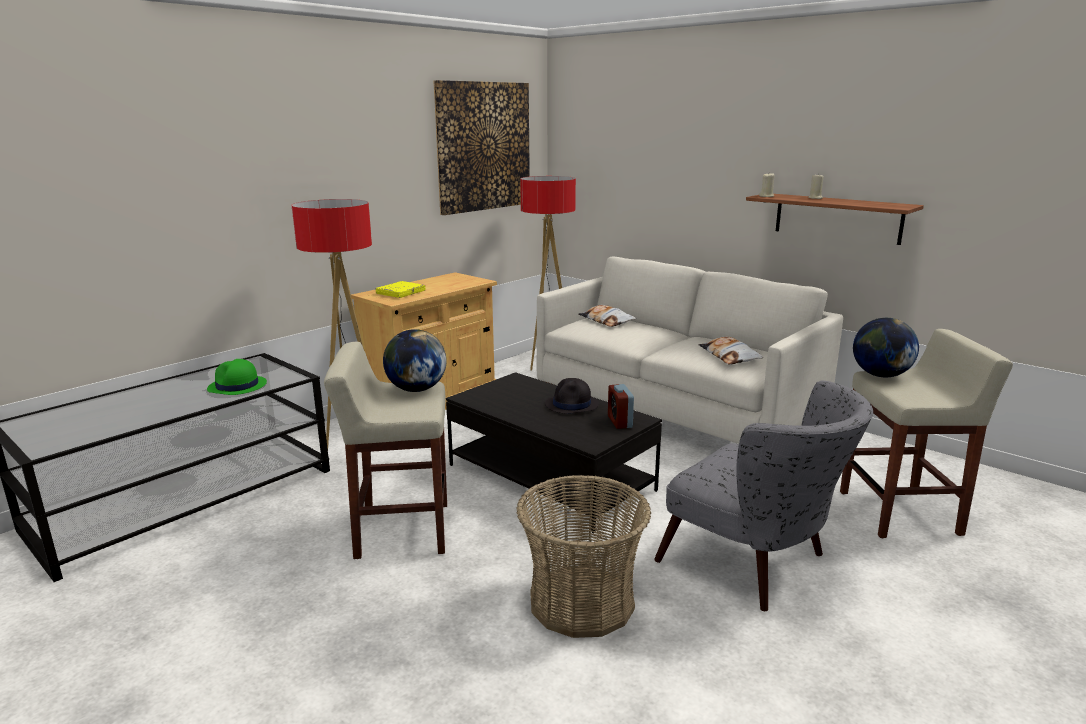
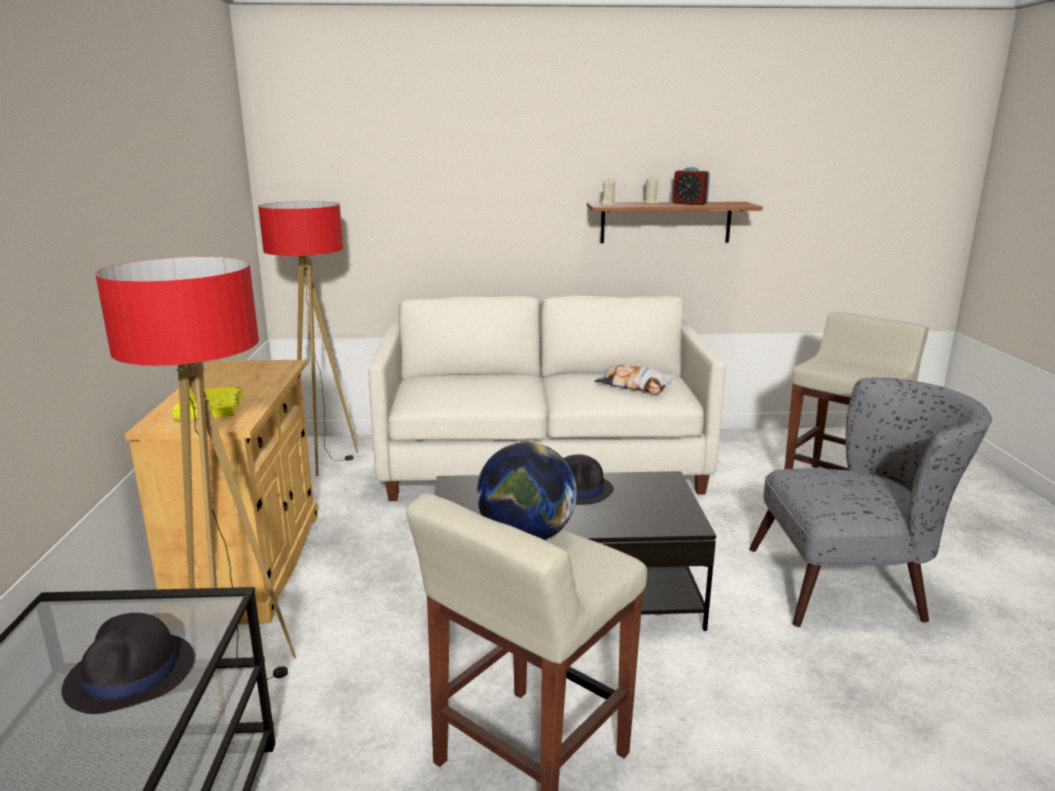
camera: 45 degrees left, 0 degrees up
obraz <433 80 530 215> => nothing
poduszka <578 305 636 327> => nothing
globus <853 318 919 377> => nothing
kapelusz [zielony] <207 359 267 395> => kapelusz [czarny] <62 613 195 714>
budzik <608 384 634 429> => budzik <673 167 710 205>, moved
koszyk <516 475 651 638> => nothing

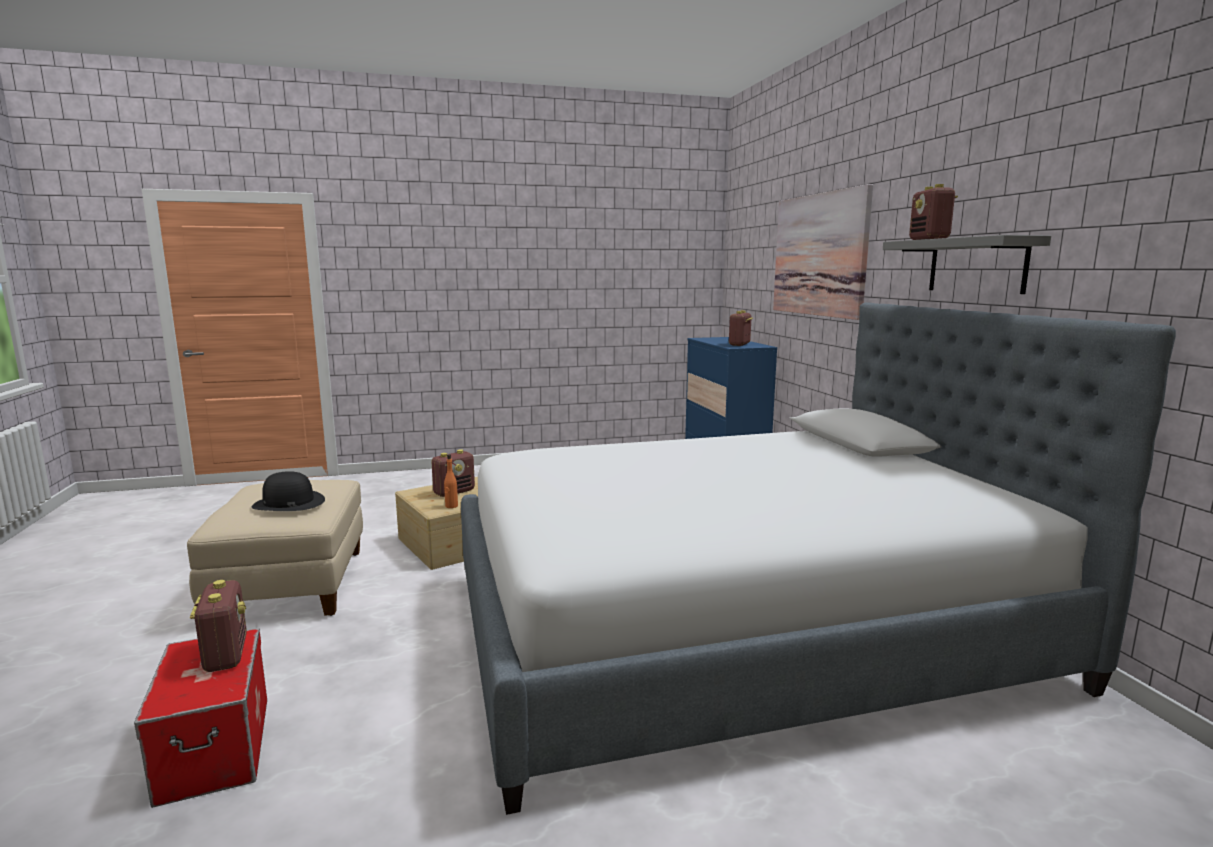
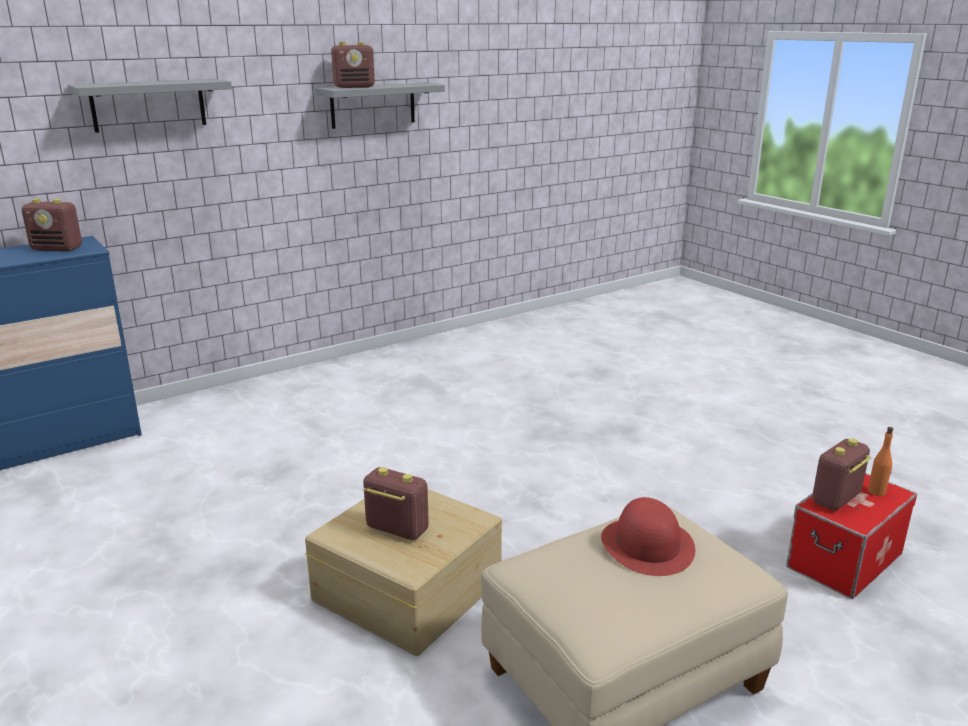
camera: 110 degrees left, 10 degrees up
obraz <773 184 873 320> => półka [szary] <67 79 232 133>
łóżko <461 302 1176 815> => nothing
butelka [pomarańczowy] <444 454 458 508> => butelka [pomarańczowy] <868 427 893 496>, moved
kapelusz [czarny] <252 471 325 511> => kapelusz [czerwony] <601 497 695 576>

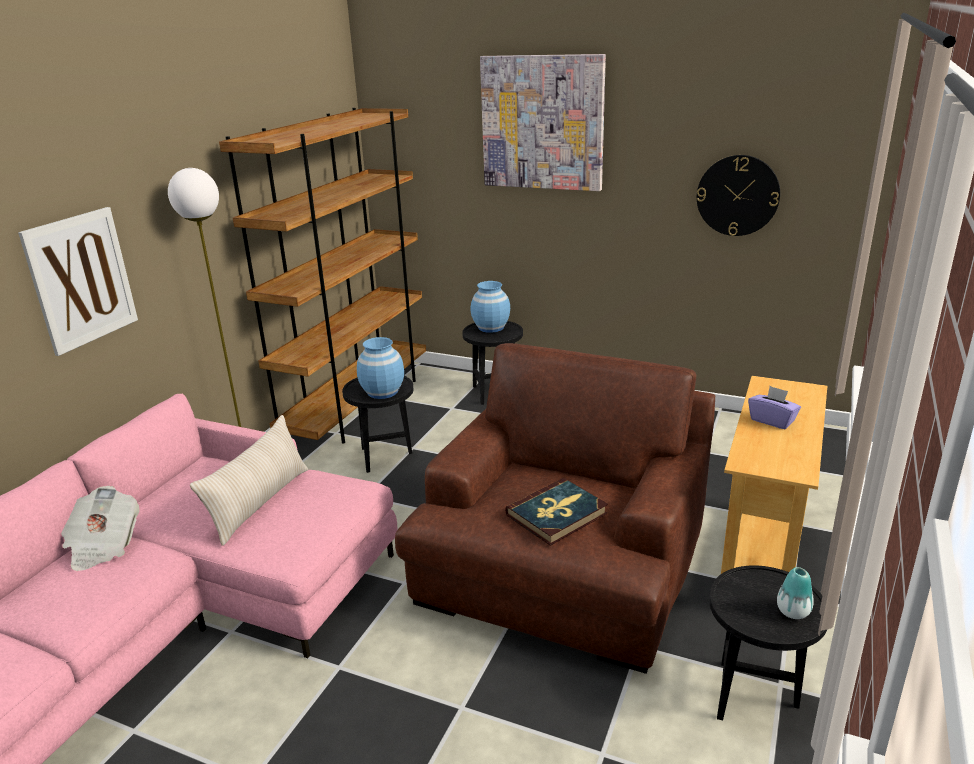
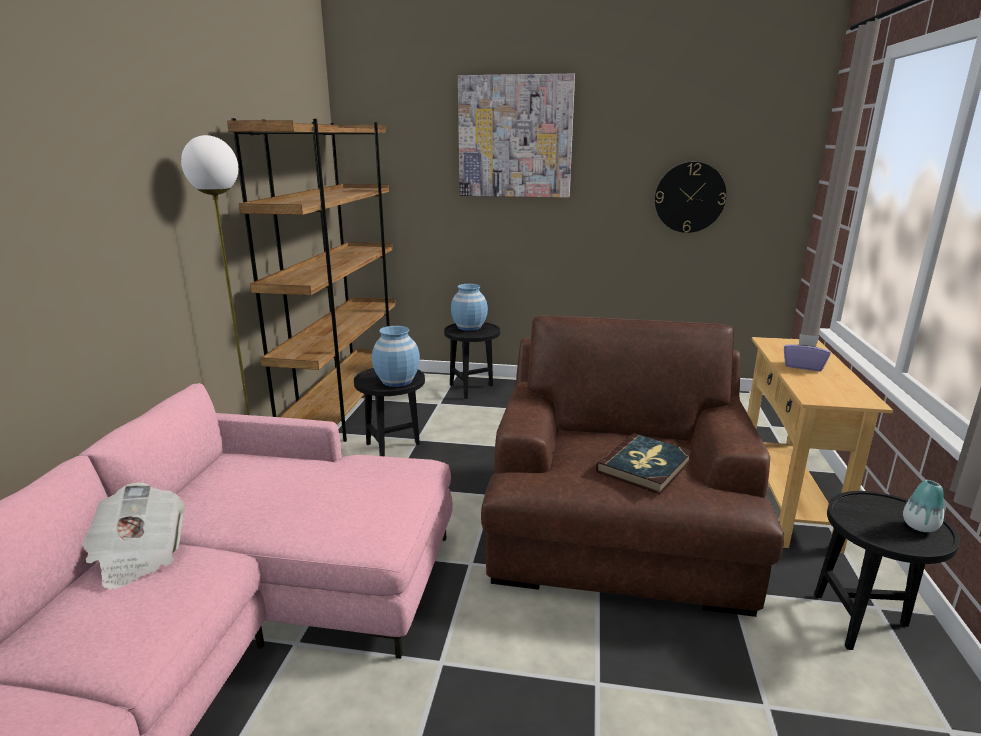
camera: 15 degrees left, 5 degrees down
obraz <18 207 138 356> => nothing
poduszka [beżowy] <190 415 308 546> => nothing

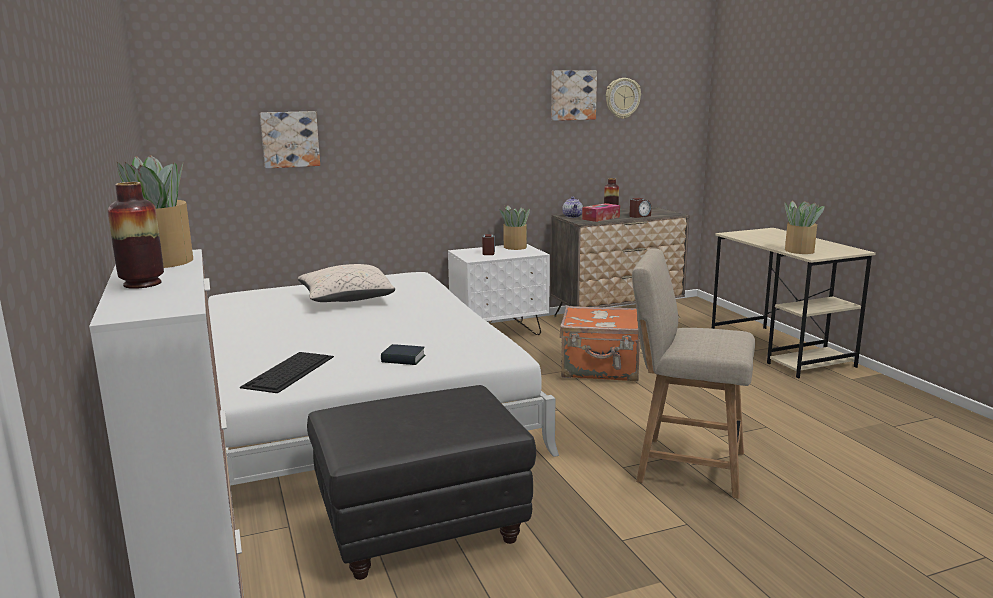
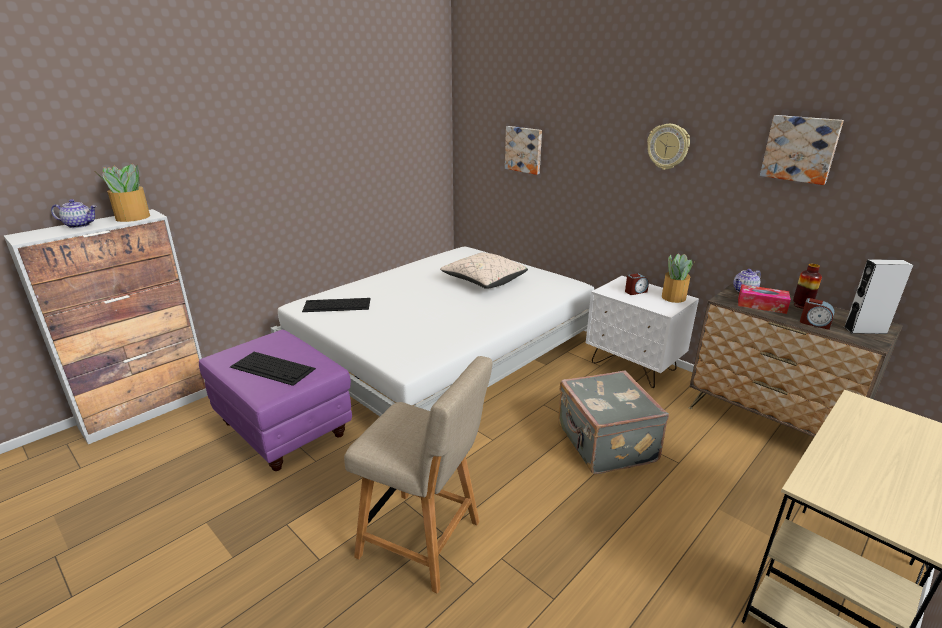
camera: 65 degrees right, 10 degrees up
zegar ścienny <606 78 641 119> => zegar ścienny <647 124 690 170>, moved
wazon <108 182 164 289> => imbryk <51 199 97 228>
roślina doniczkowa <785 201 825 254> => nothing
krzesło [beżowy] <632 249 755 499> => krzesło [beżowy] <344 356 492 593>, 120 degrees clockwise
walizka [pomarańczowy] <560 306 640 381> => walizka [szary] <558 370 669 474>
książka <381 344 425 365> => nothing
pufa [czarny] <307 385 536 580> => pufa [fioletowy] <199 330 352 471>
nothing => głośnik [szary] <844 259 913 334>
nothing => klawiatura <230 352 316 386>

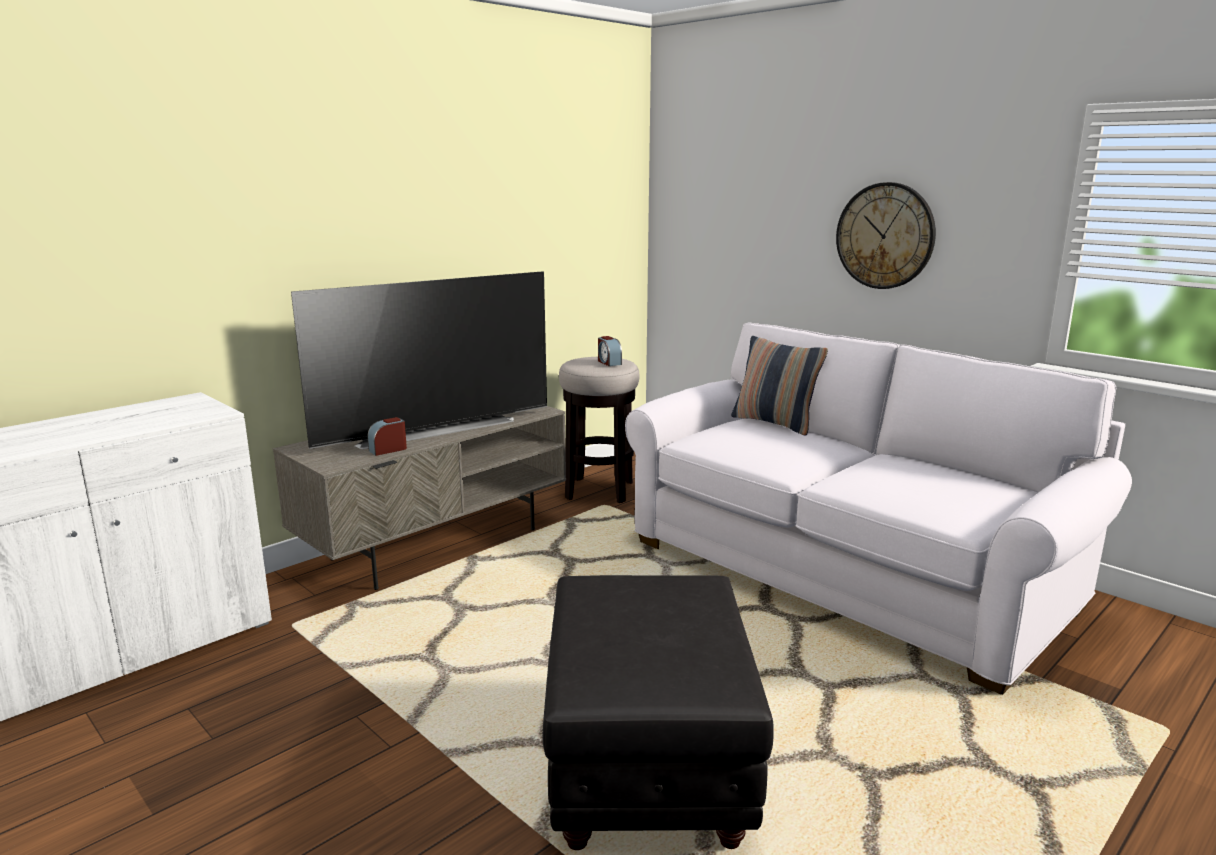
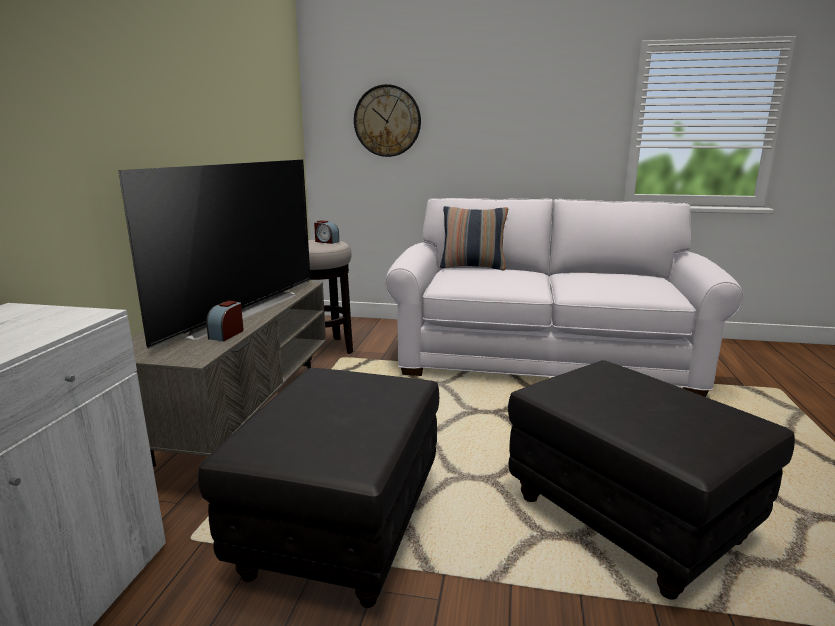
camera: 35 degrees left, 0 degrees up
zegar ścienny <836 182 936 289> => zegar ścienny <354 84 421 157>, moved
nothing => pufa [czarny] <198 368 439 608>

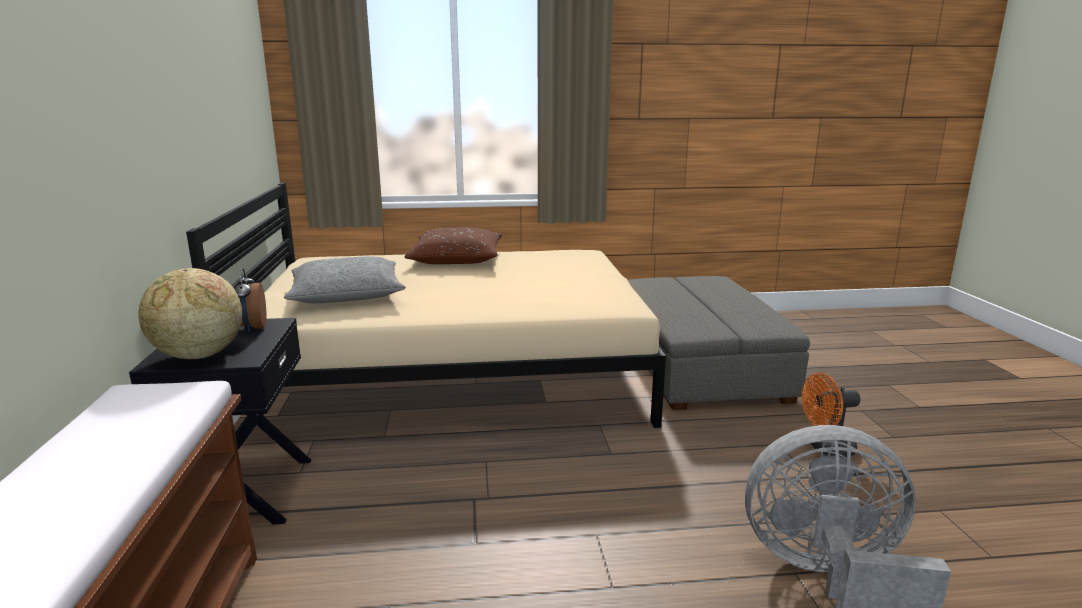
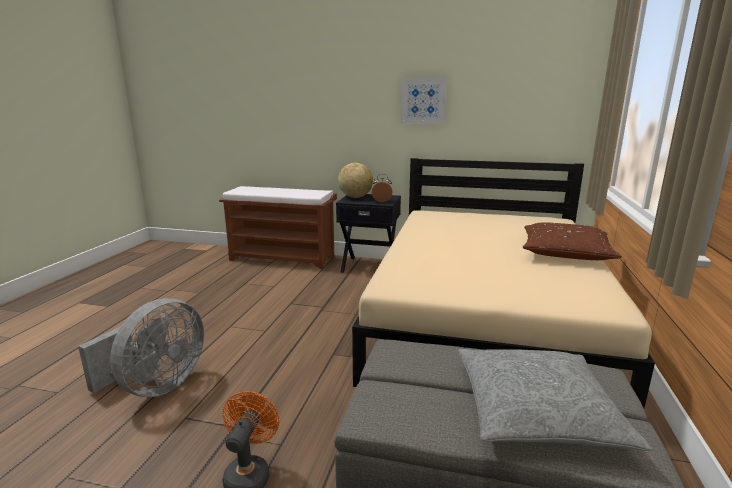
camera: 110 degrees right, 0 degrees up
poduszka [szary] <284 256 406 303> => poduszka [szary] <458 349 652 451>, moved
nothing => obraz <401 78 446 124>

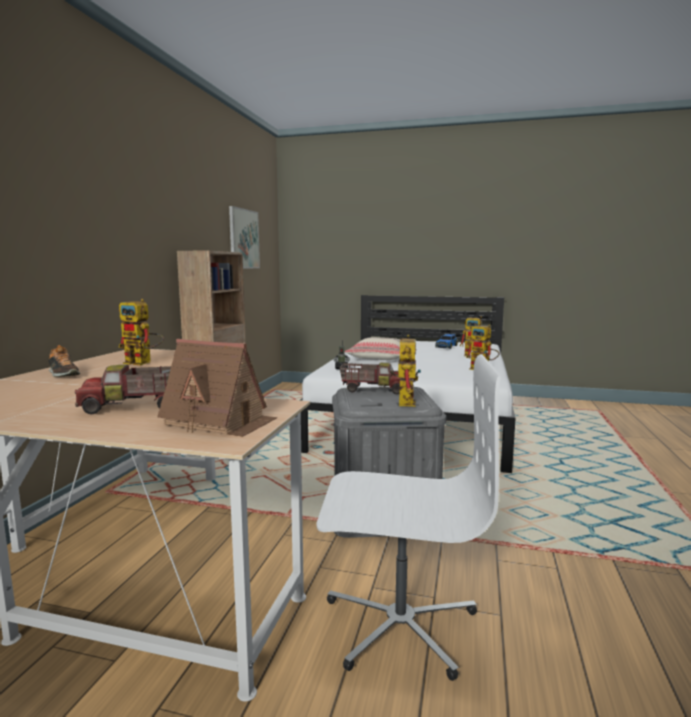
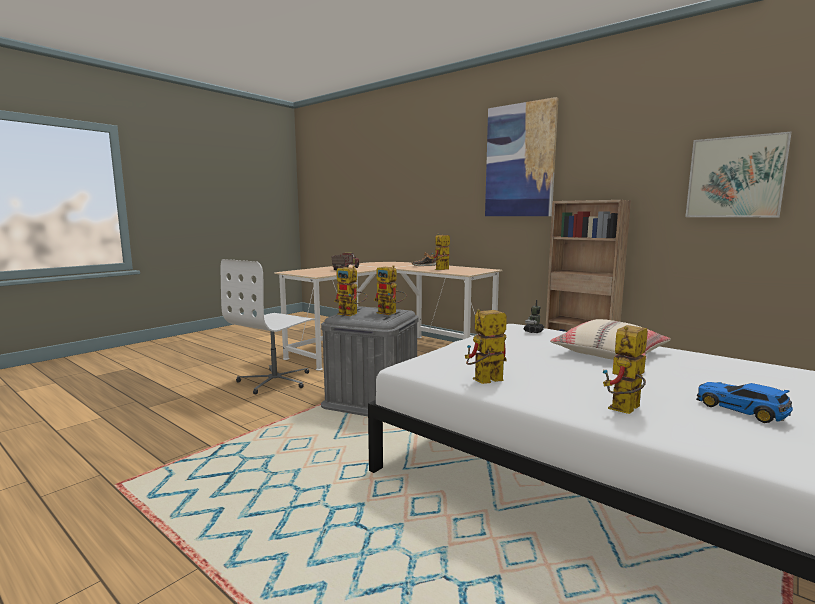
camera: 115 degrees right, 0 degrees up
domek <157 339 277 437> => nothing
ciężarówka zabawkowa <340 363 400 395> => robot zabawkowy <374 265 406 315>
nothing => obraz <485 97 559 216>

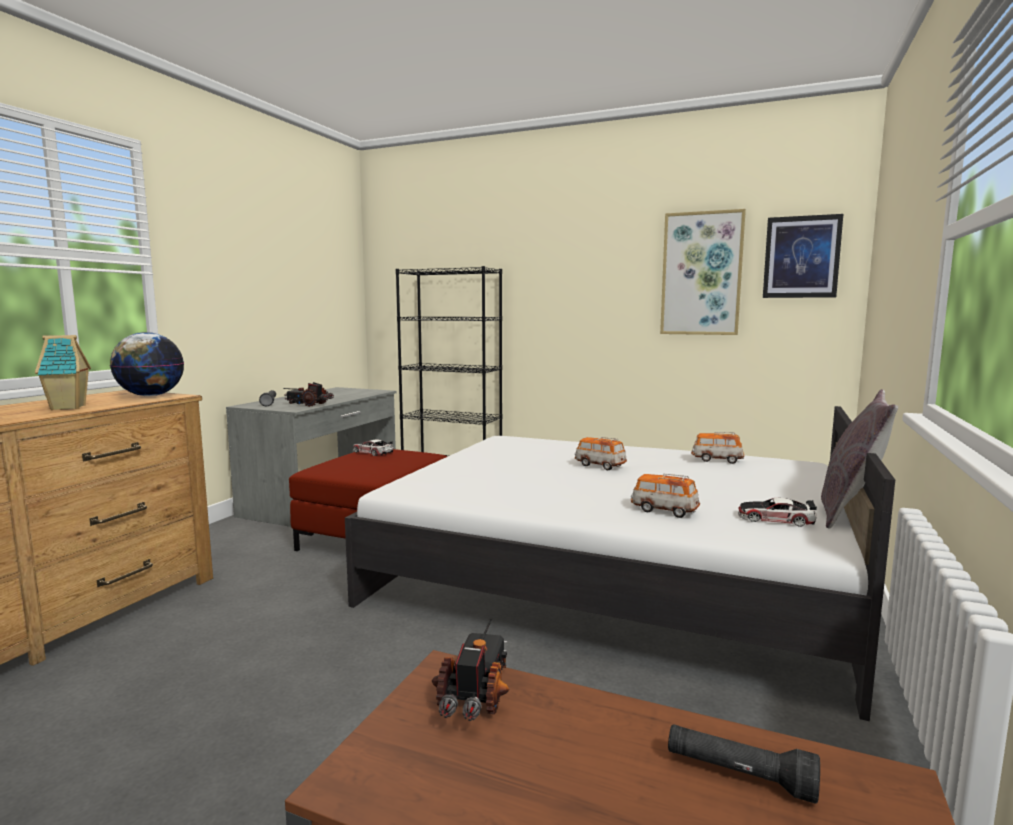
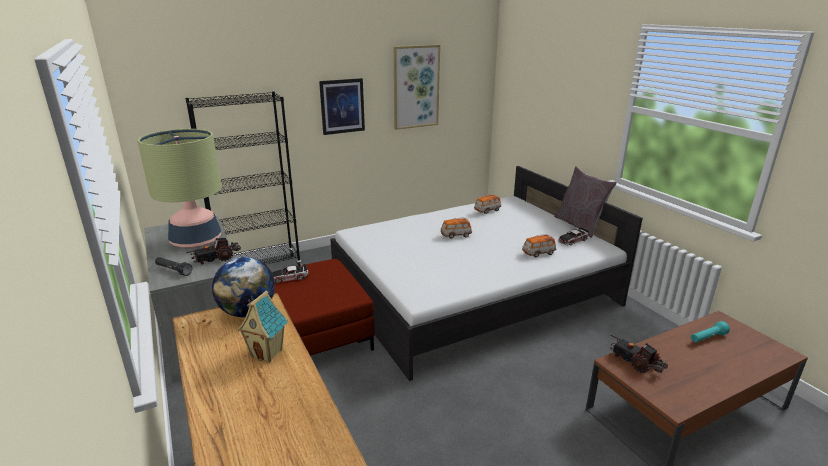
camera: 50 degrees left, 15 degrees up
obraz <763 214 843 298> => obraz <319 78 365 135>, moved
latarka [czarny] <668 724 820 804> => latarka [turkusowy] <691 321 730 342>
nothing => lampa stołowa <137 129 221 248>

